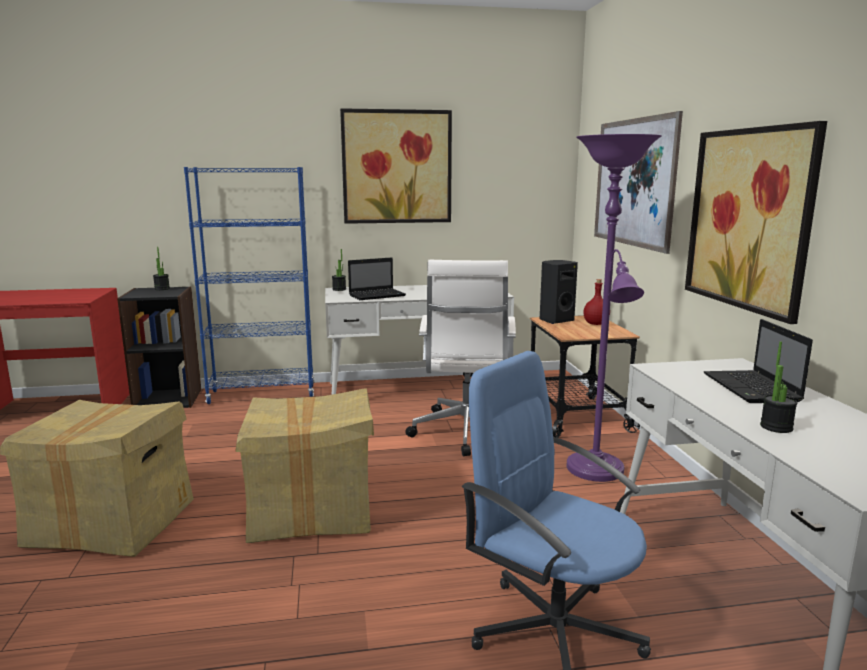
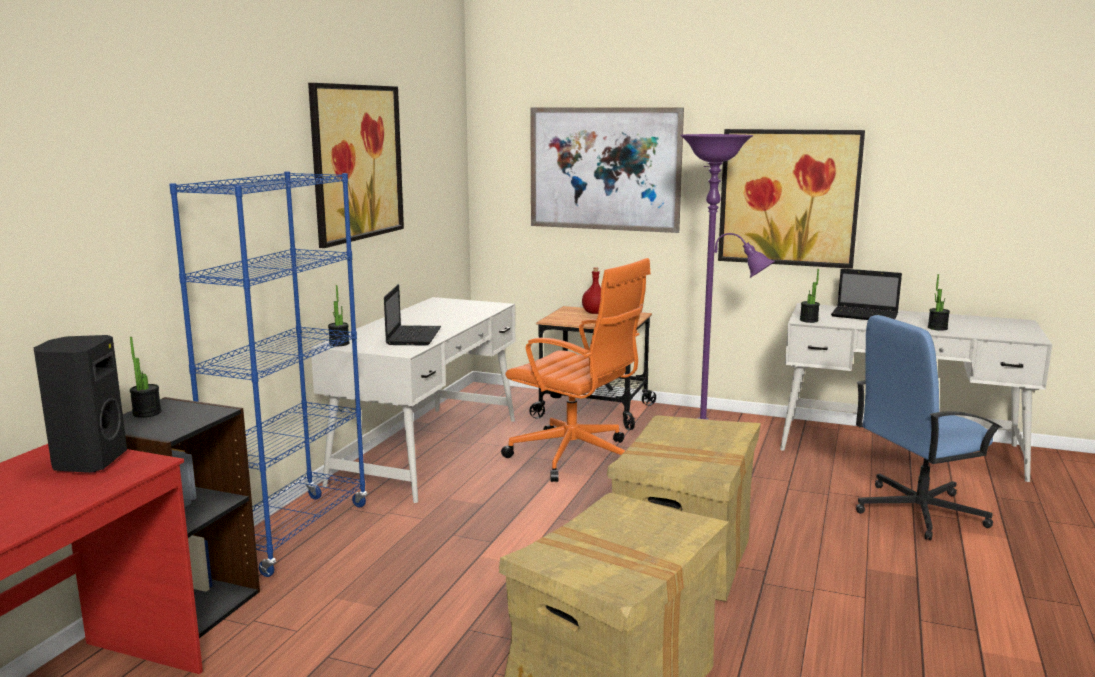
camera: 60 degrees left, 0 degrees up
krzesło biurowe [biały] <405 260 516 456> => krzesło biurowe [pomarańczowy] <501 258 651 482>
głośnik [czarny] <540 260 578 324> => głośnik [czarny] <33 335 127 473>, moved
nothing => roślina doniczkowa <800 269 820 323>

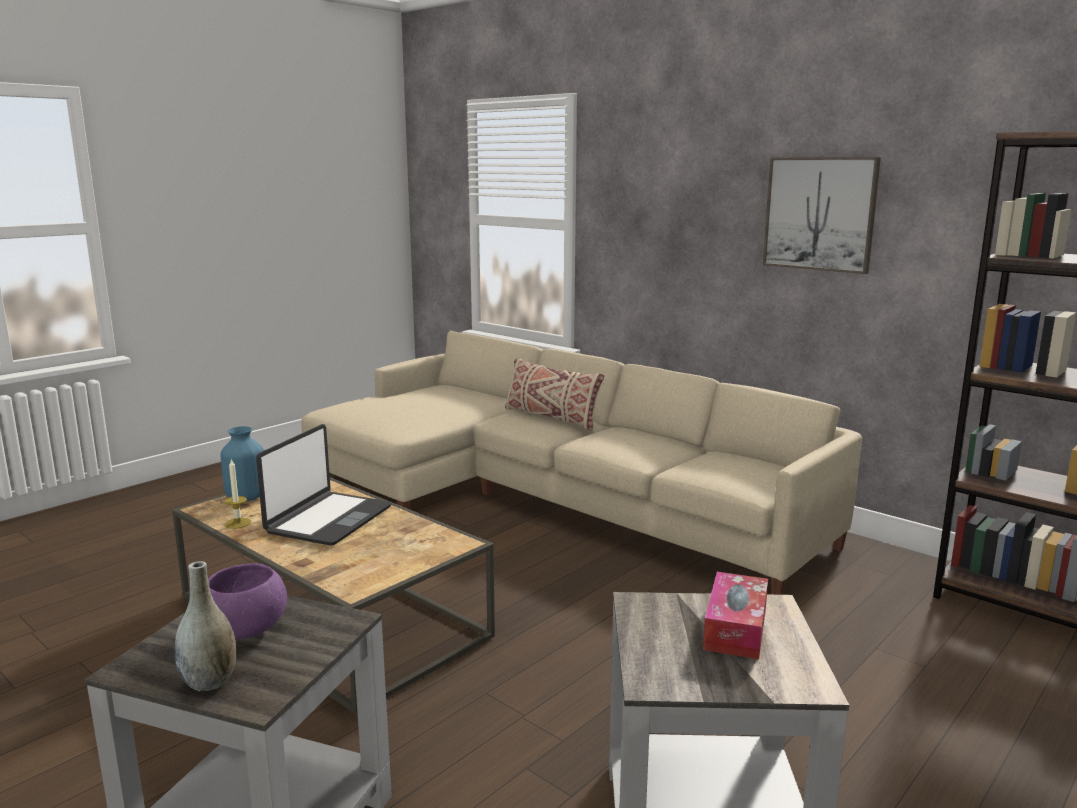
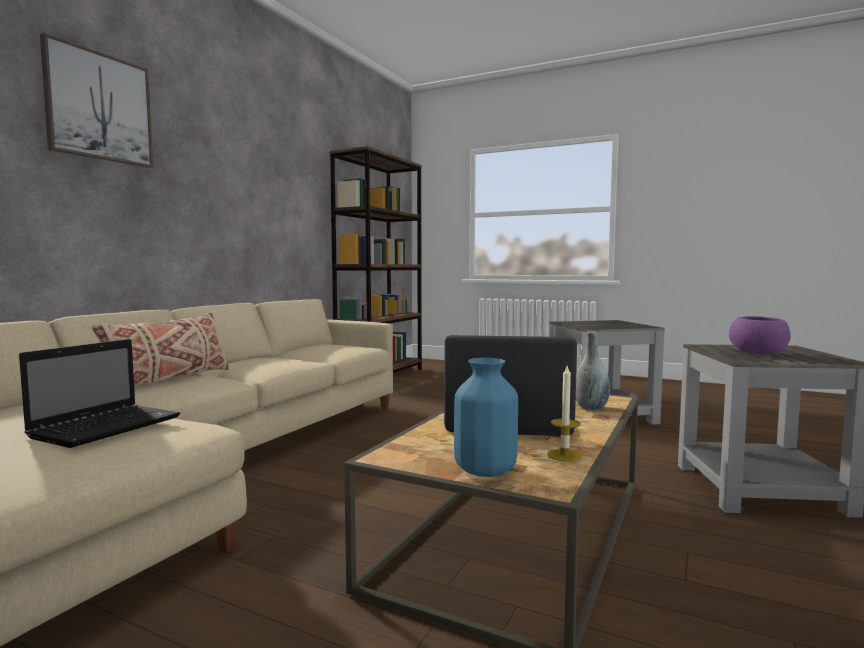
camera: 105 degrees left, 10 degrees down
obraz <763 157 881 274> => obraz <40 33 153 168>, moved
wazon [szary] <175 561 236 691> => wazon [szary] <576 332 610 411>, moved
pudełko chusteczek <703 572 768 659> => nothing
nothing => laptop <19 339 180 448>

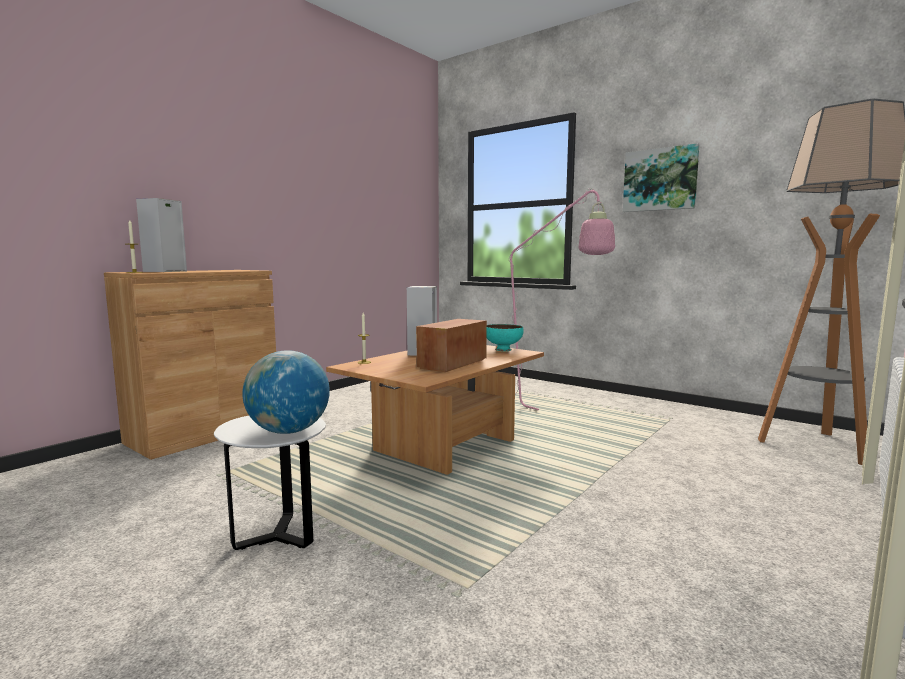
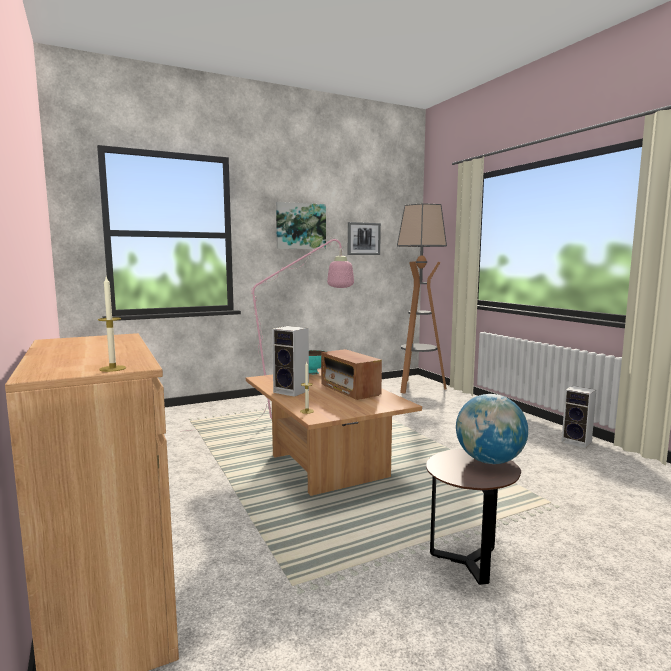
camera: 65 degrees left, 0 degrees up
głośnik <136 198 187 272> => głośnik <561 386 596 448>, moved
stolik [biały] <214 416 326 550> => stolik [brązowy] <426 449 521 585>
nothing => obraz <348 222 381 255>

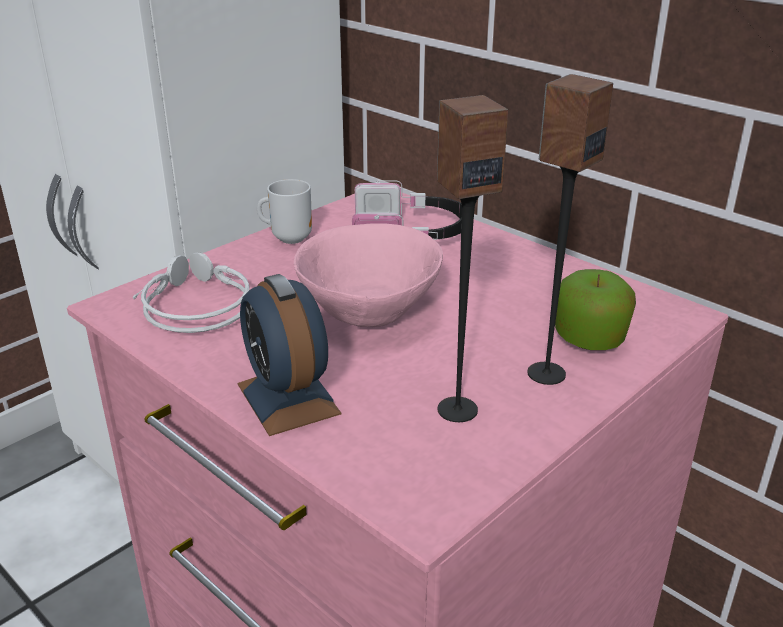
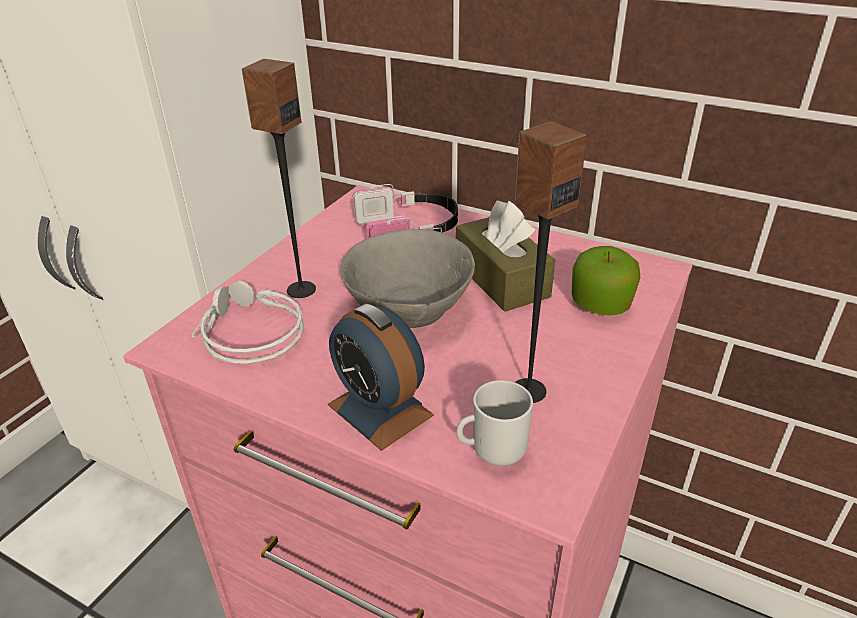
camera: 15 degrees left, 5 degrees up
głośnik <527 74 613 385> => głośnik <242 59 316 298>, moved
kubek <257 179 312 244> => kubek <456 380 533 466>, moved
miska [różowy] <294 223 443 327> => miska [szary] <340 229 475 328>
nothing => pudełko chusteczek [brązowy] <456 201 555 312>

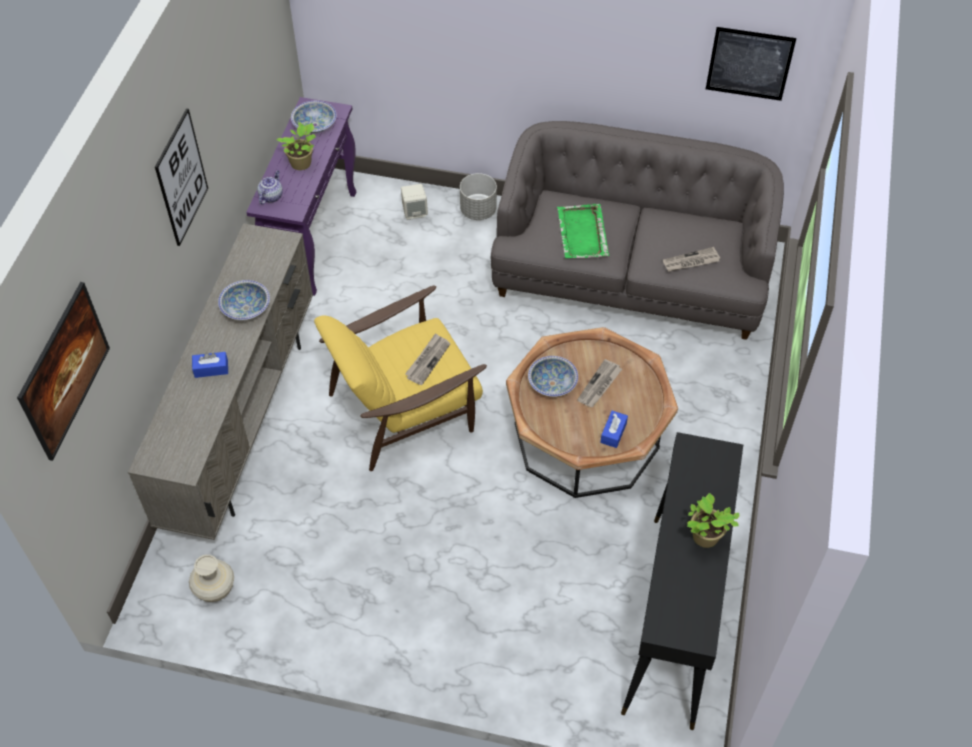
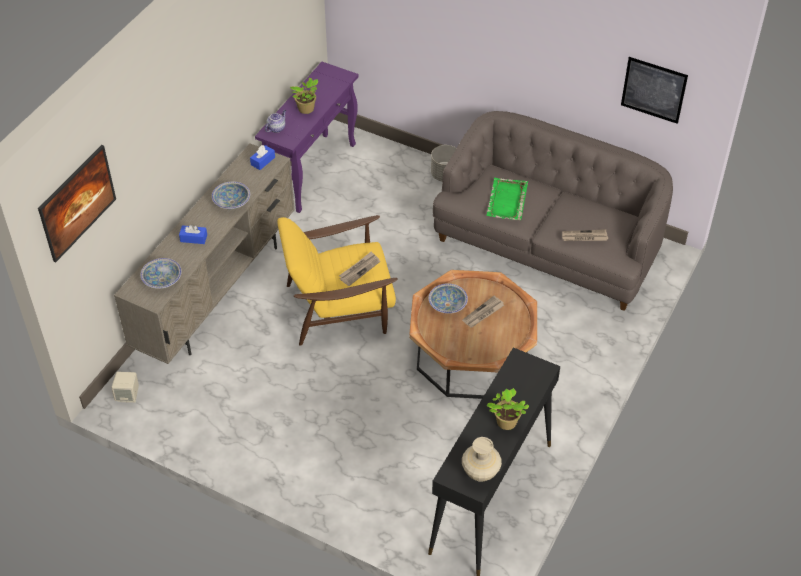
camera: 15 degrees right, 5 degrees down
miska <291 101 337 133> => miska <140 258 182 289>, moved
obraz <155 108 208 246> => nothing
głośnik [beżowy] <401 184 428 220> => głośnik [beżowy] <112 372 139 403>, moved
pudełko chusteczek [niebieski] <600 411 628 448> => pudełko chusteczek [niebieski] <250 145 275 170>, moved
wazon [beżowy] <189 554 234 602> => wazon [beżowy] <462 437 502 482>, moved

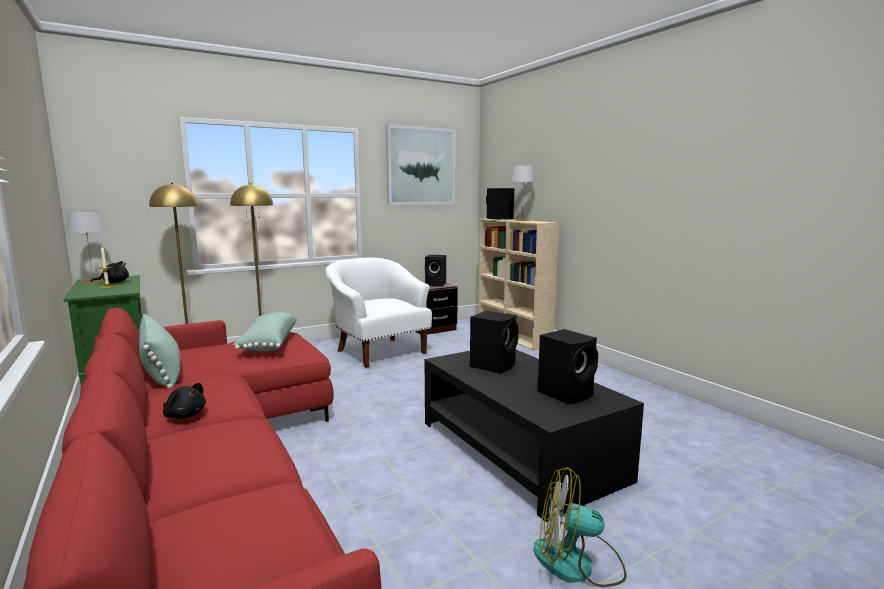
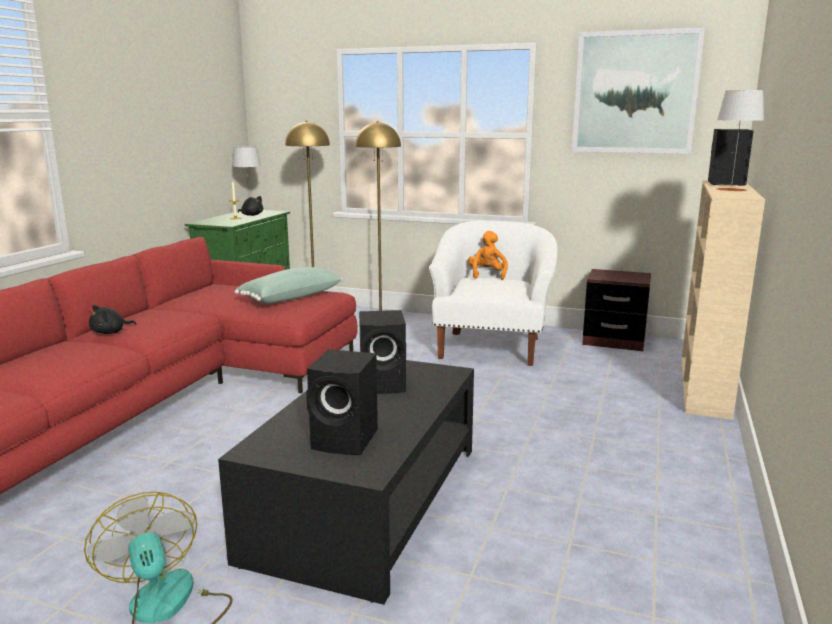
camera: 50 degrees right, 5 degrees up
głośnik [czarny] <425 255 446 287> => nothing
poduszka [zielony] <139 314 180 389> => nothing
pluszak [czarny] <163 383 206 419> => pluszak [czarny] <89 305 136 334>, 60 degrees clockwise
nothing => pluszak [pomarańczowy] <468 231 508 280>

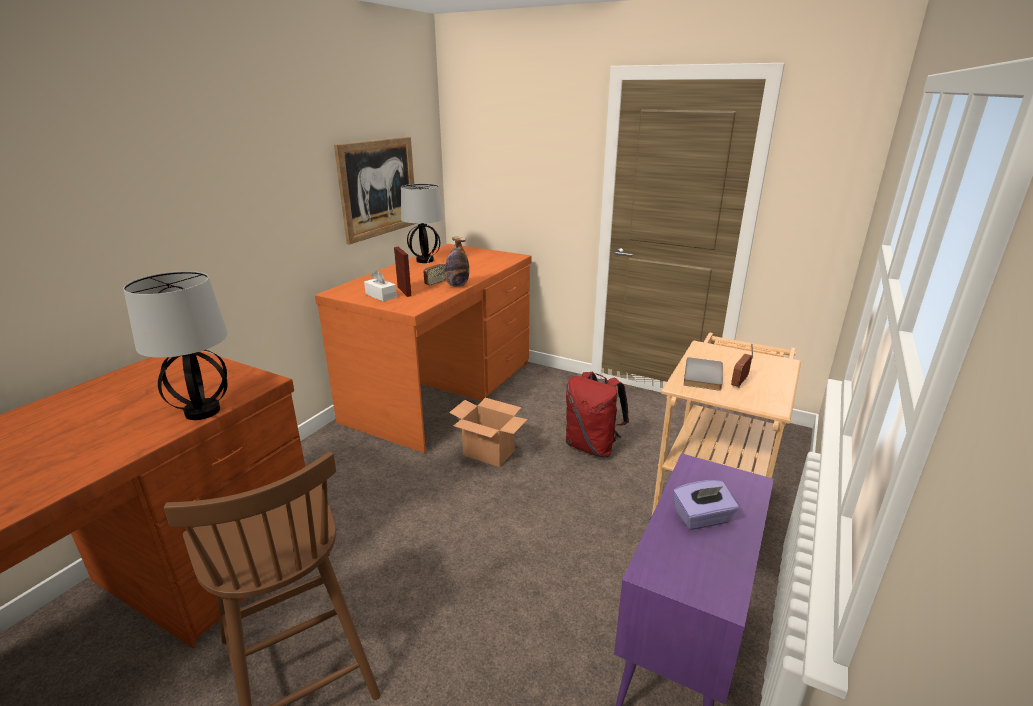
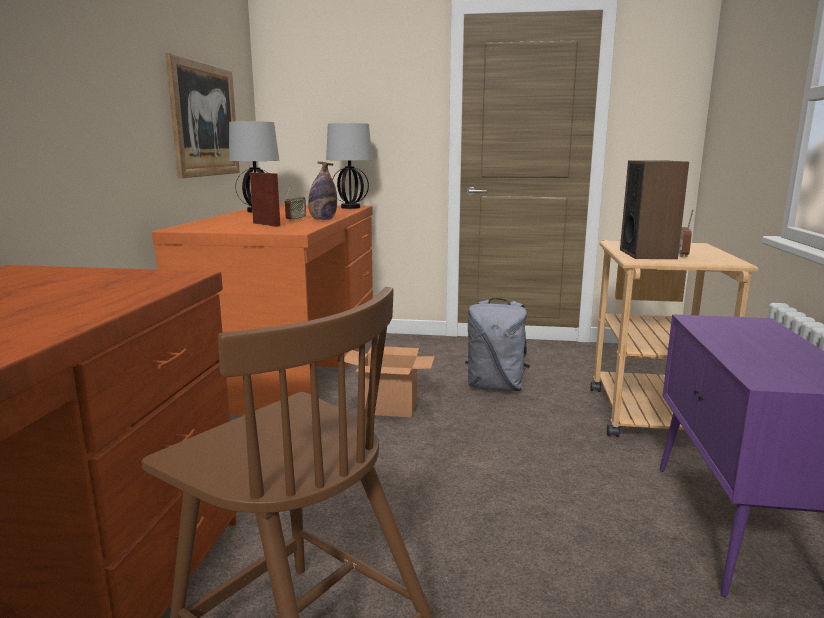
camera: 20 degrees left, 10 degrees down
pudełko chusteczek [biały] <364 270 397 301> => nothing
lampa stołowa <123 271 228 420> => lampa stołowa <326 123 372 209>, moved
książka [szary] <684 357 723 391> => głośnik <620 161 689 259>
plecak [czerwony] <566 372 629 458> => plecak [szary] <465 298 530 391>
pudełko chusteczek [fioletowy] <673 480 739 530> => nothing

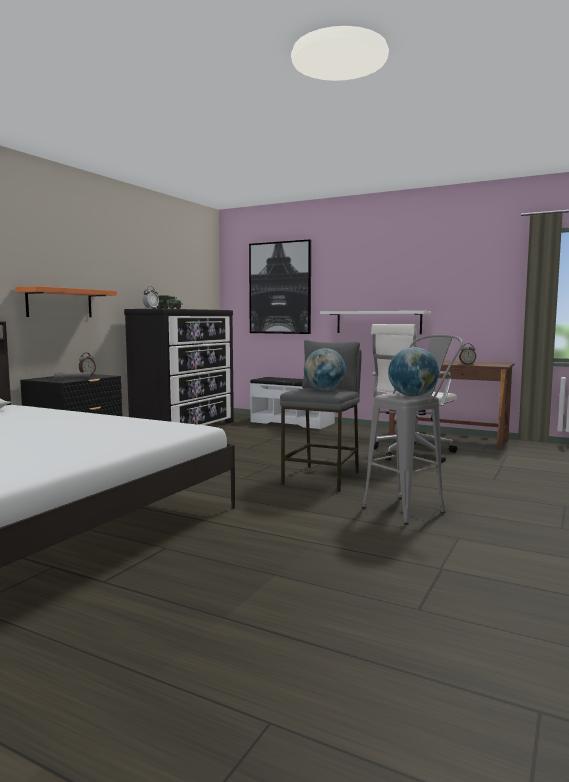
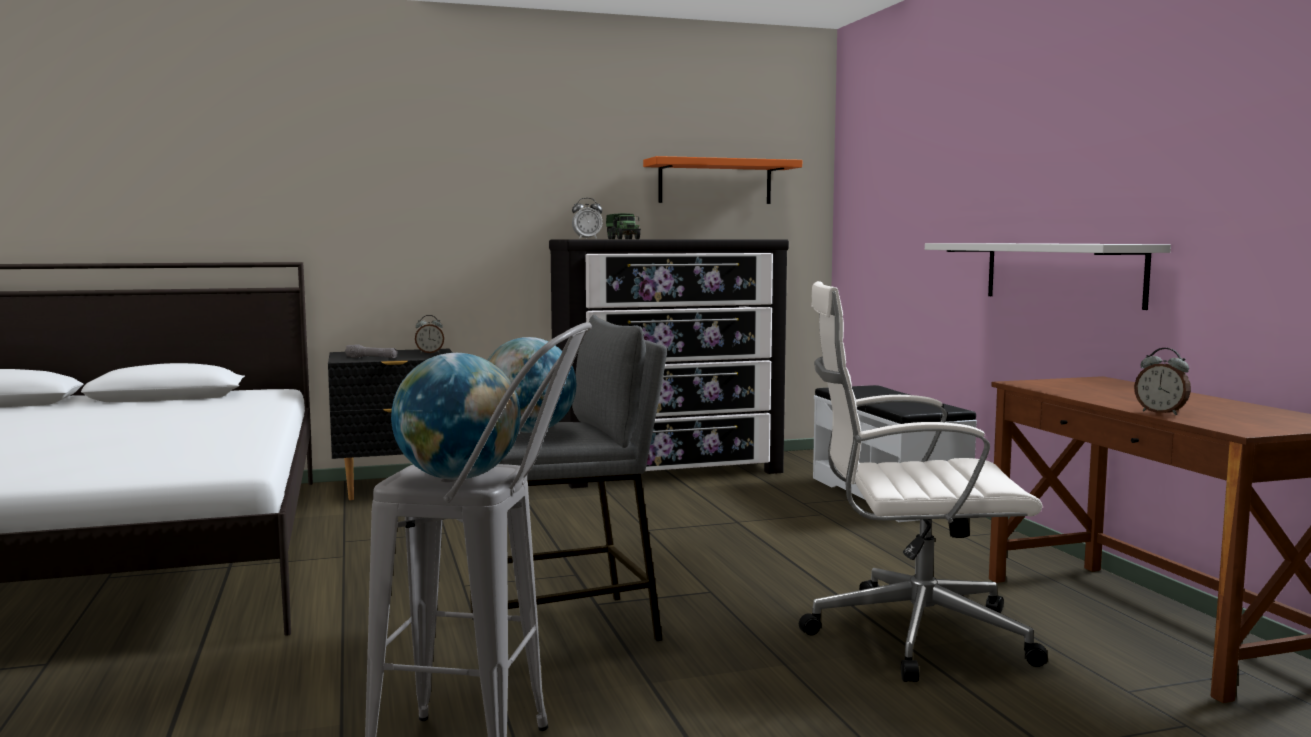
camera: 45 degrees right, 0 degrees up
obraz <249 239 311 334> => nothing
półka [pomarańczowy] <15 286 117 317> => półka [pomarańczowy] <643 156 802 204>, moved

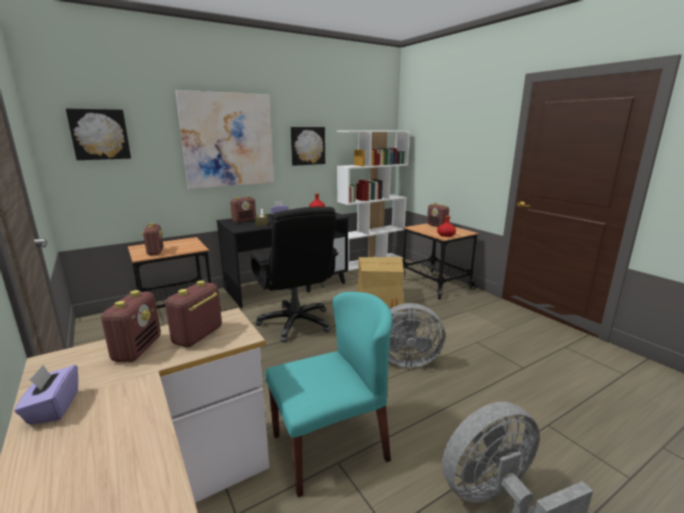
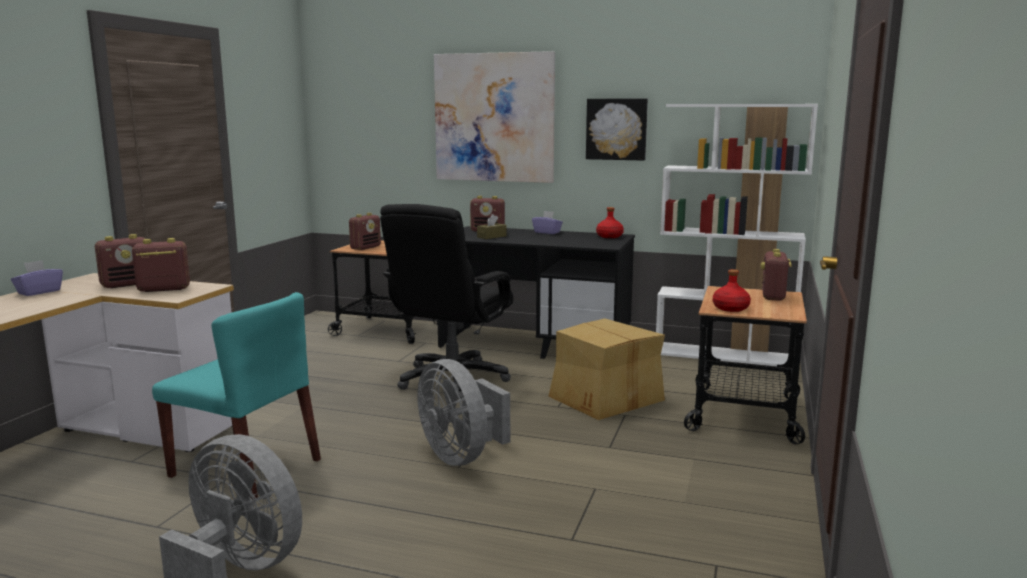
camera: 50 degrees right, 5 degrees down
obraz <66 109 131 160> => nothing

